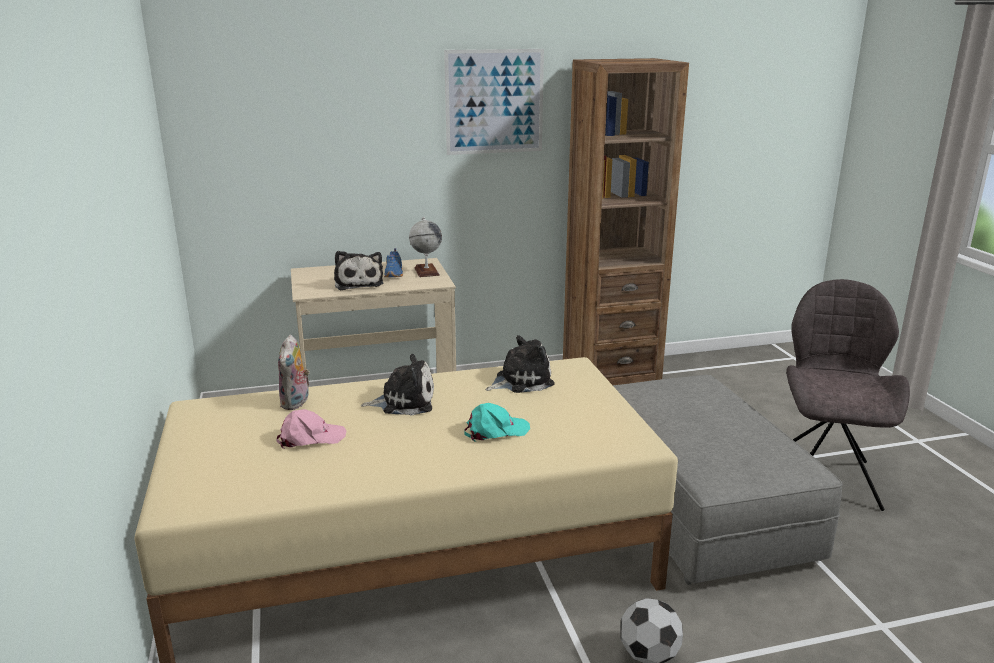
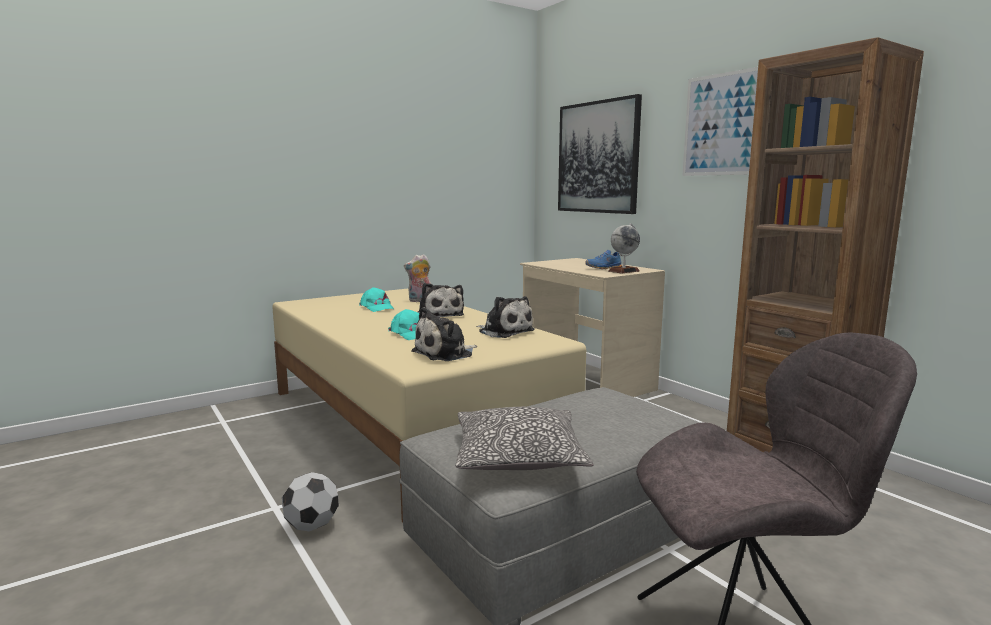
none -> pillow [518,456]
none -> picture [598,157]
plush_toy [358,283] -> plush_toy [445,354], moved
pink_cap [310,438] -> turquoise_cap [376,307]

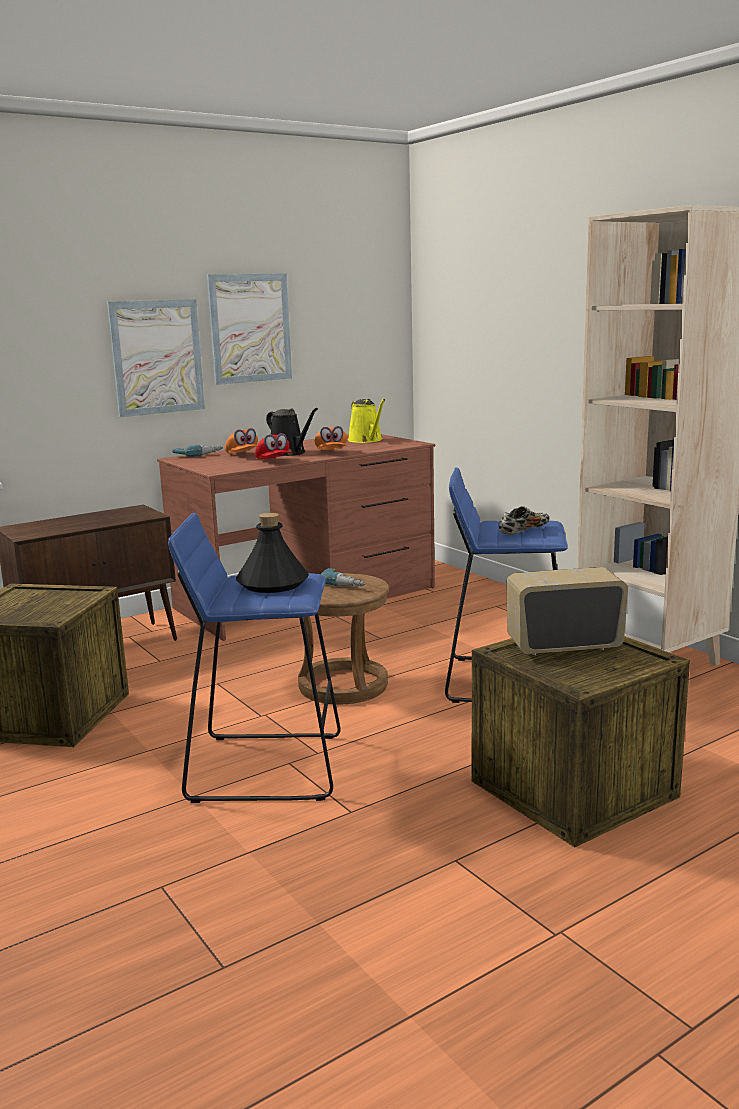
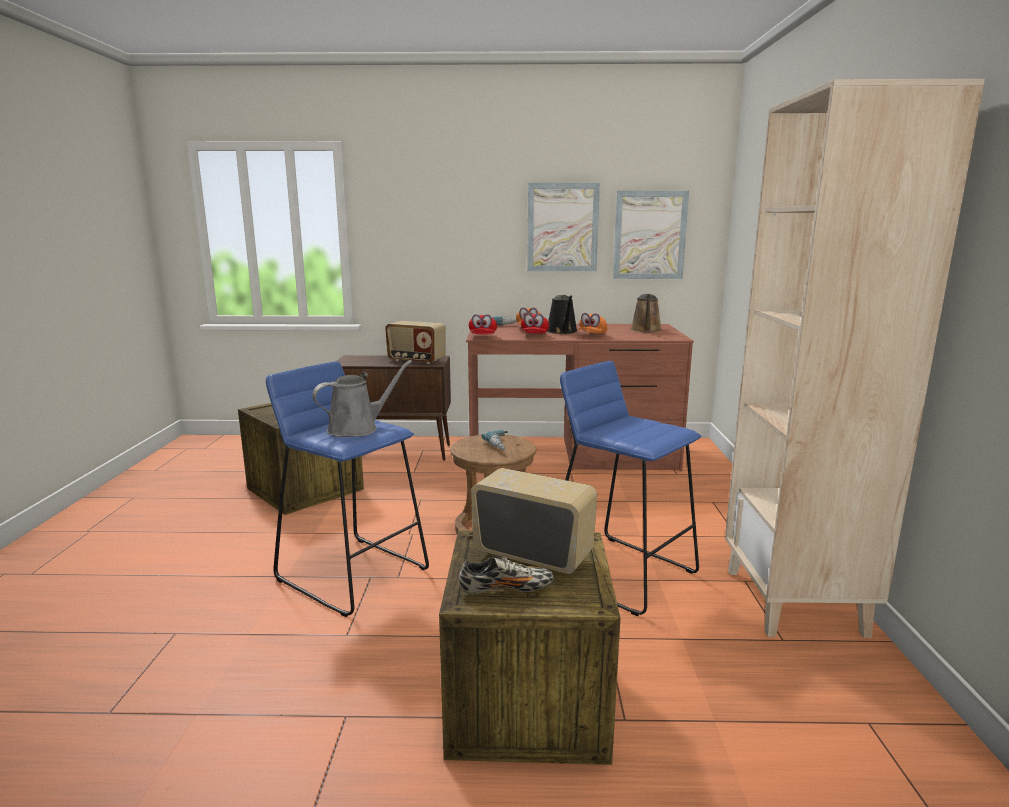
none -> radio [416,360]
none -> red_cap [482,337]
picture [157,357] -> picture [649,235], moved
shoe [524,531] -> shoe [506,590], moved
black_bottle [272,584] -> grey_watering_can [357,429]
yellow_watering_can [367,440] -> brown_watering_can [646,330]

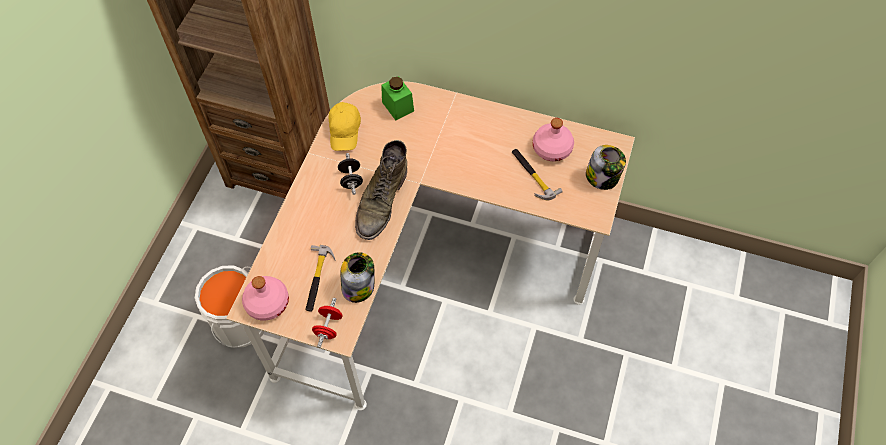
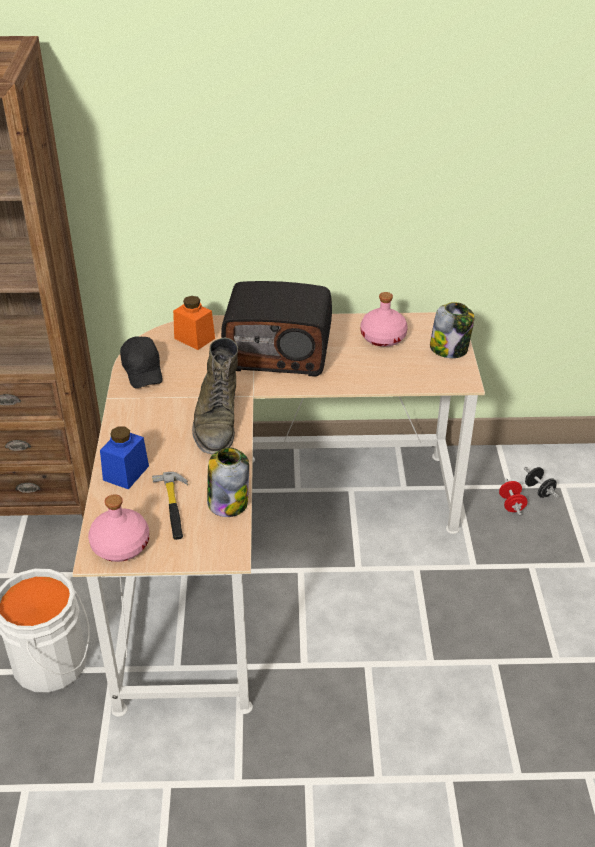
hammer [532,175] -> none
none -> blue_jar [126,473]
none -> radio [279,352]
red_dumbbell [328,327] -> red_dumbbell [511,504], moved
black_dumbbell [351,179] -> black_dumbbell [539,490], moved
yellow_cap [345,131] -> black_cap [143,370]
green_jar [398,106] -> orange_jar [194,338]

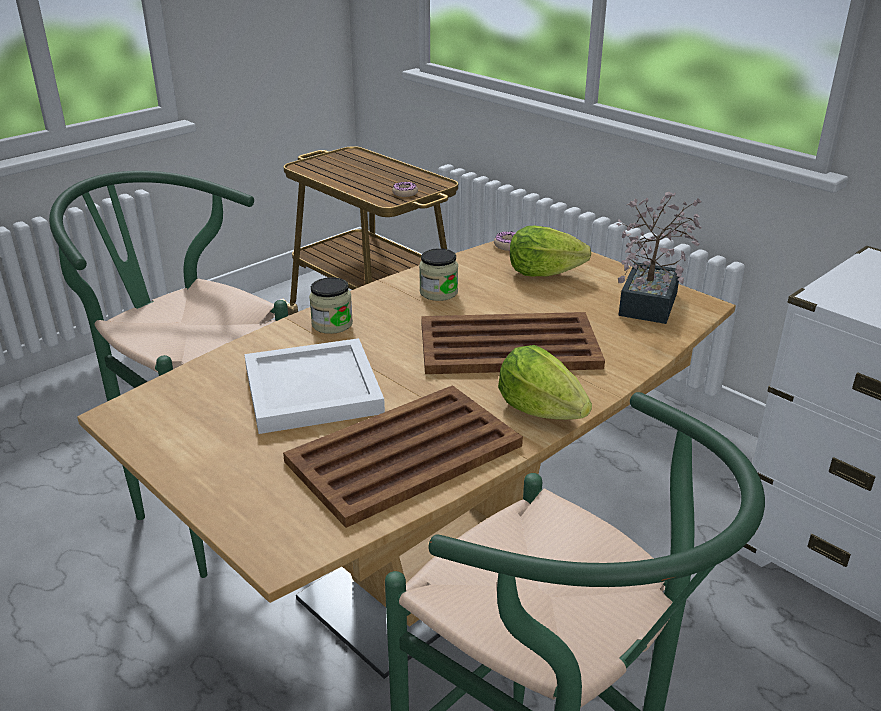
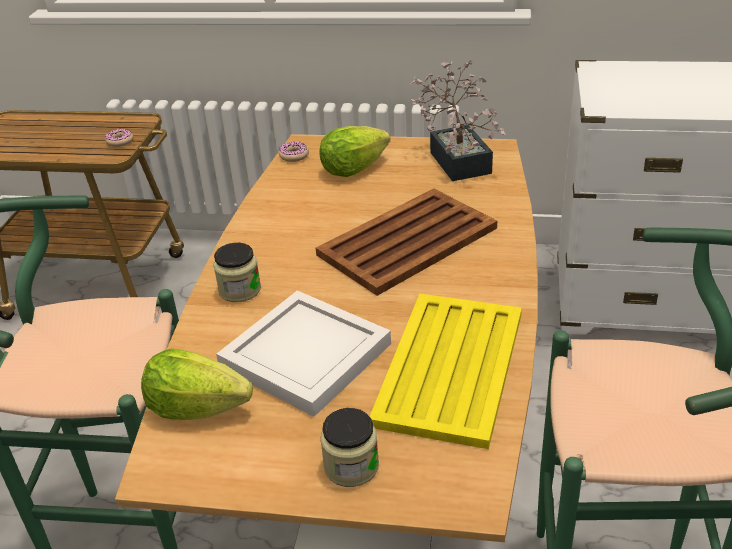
jar [438,292] -> jar [351,466], moved
lettuce [540,410] -> lettuce [197,408], moved
brown_tray [402,454] -> yellow_tray [449,369]

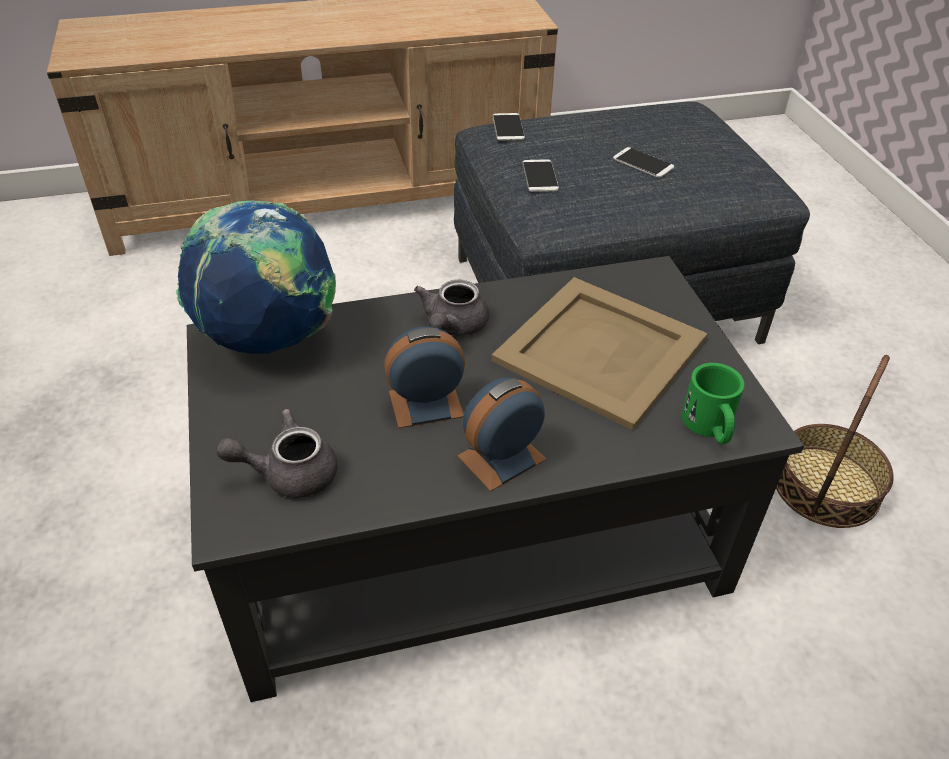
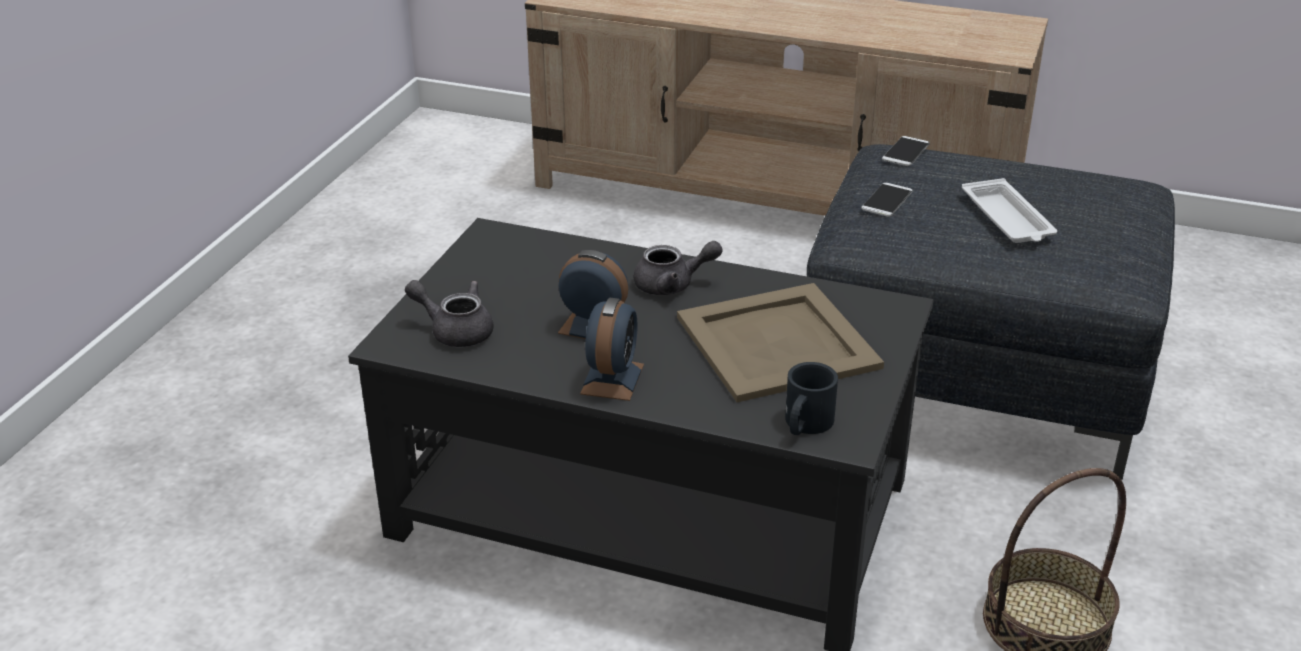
globe [270,338] -> none
phone [643,163] -> white_tray [1008,219]
green_mug [710,427] -> black_mug [805,425]
grey_teapot [452,326] -> grey_teapot [672,285], 150 degrees counterclockwise
alarm_clock [501,457] -> alarm_clock [612,379], 105 degrees clockwise

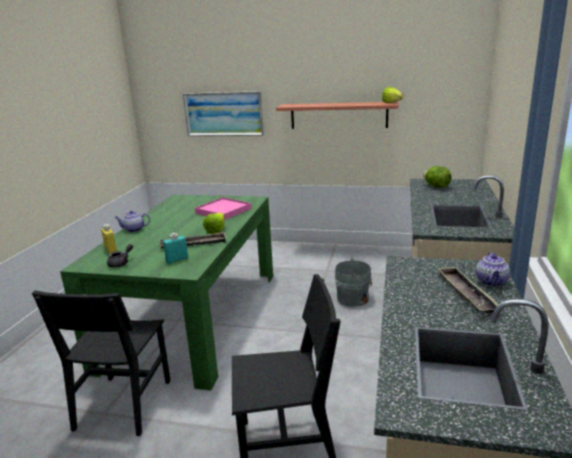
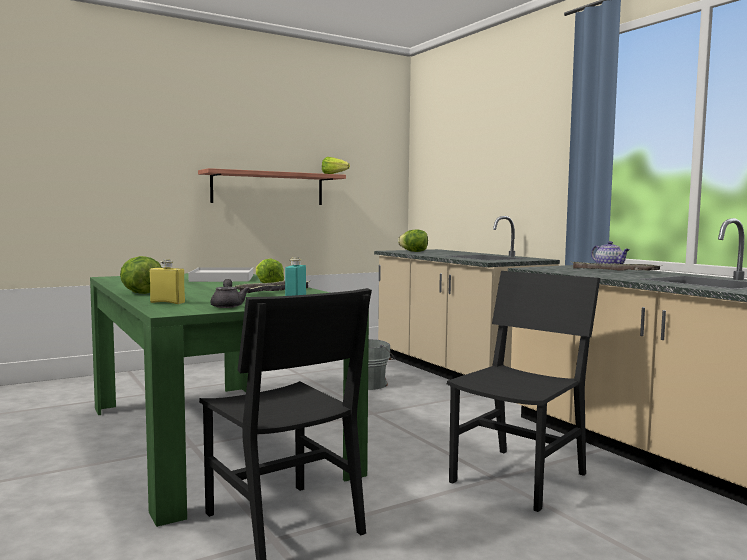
picture [224,114] -> none
teapot [133,230] -> lettuce [141,293]
pink_tray [223,211] -> white_tray [222,278]

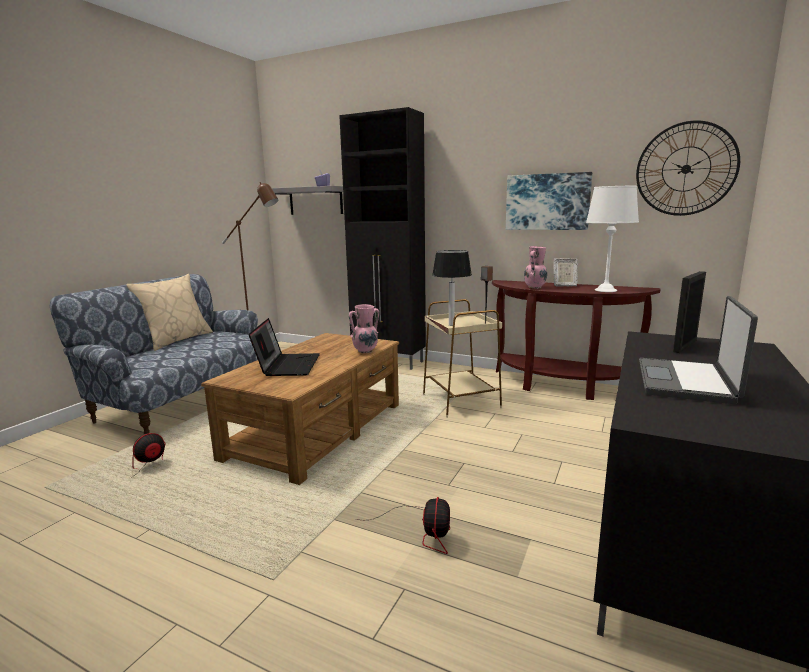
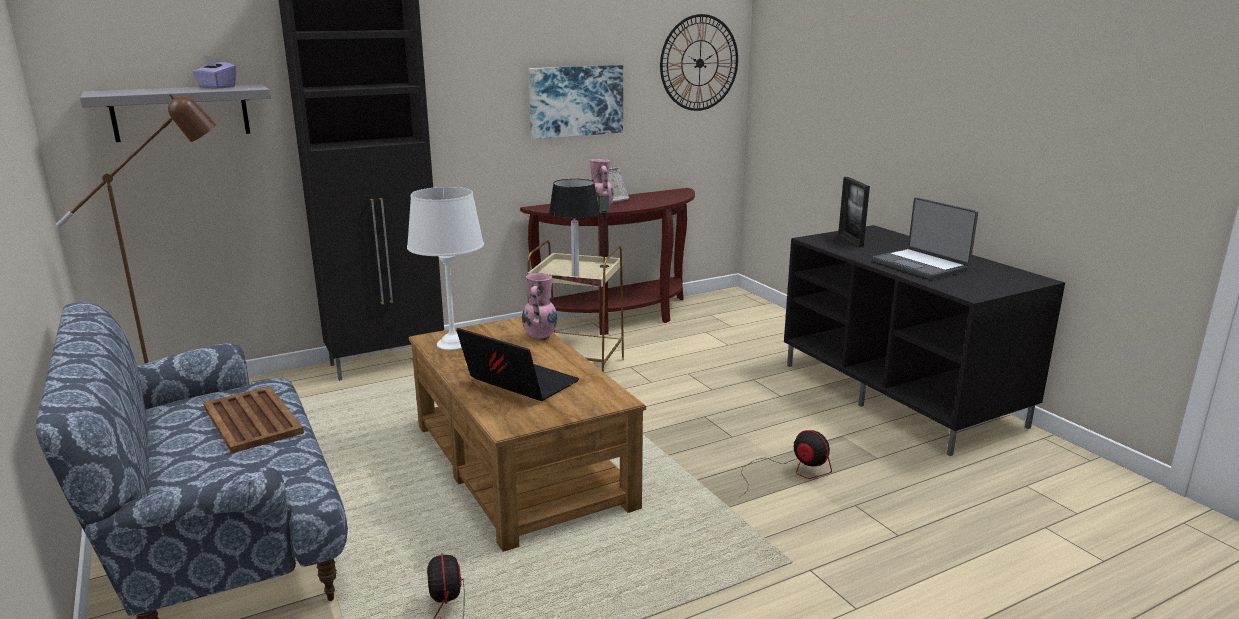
beige_pillow [177,340] -> none
none -> brown_tray [252,420]
white_table_lamp [605,290] -> white_table_lamp [453,344], moved

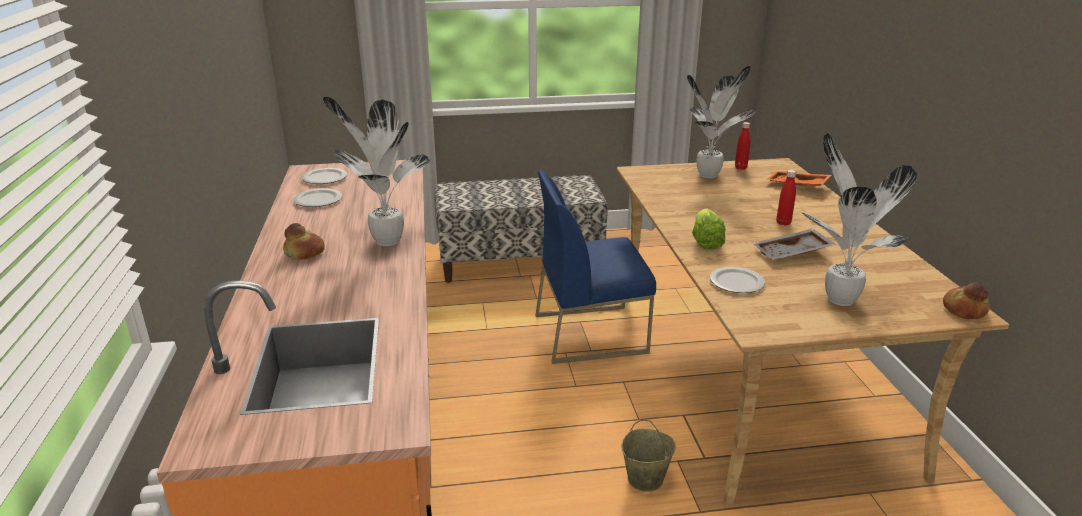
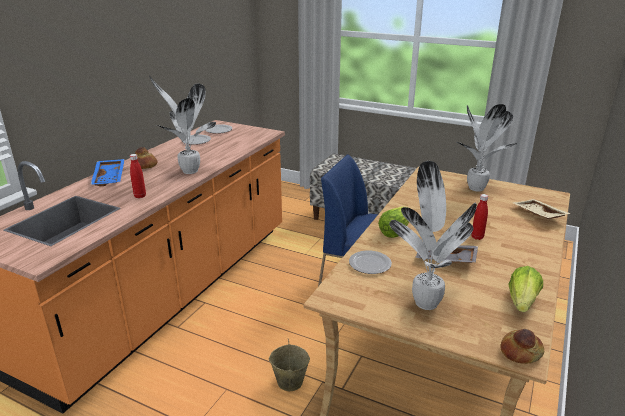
none -> blue_tray [110,177]
none -> lettuce [522,301]
red_bottle [740,168] -> red_bottle [140,196], moved
orange_tray [796,186] -> beige_tray [538,215]

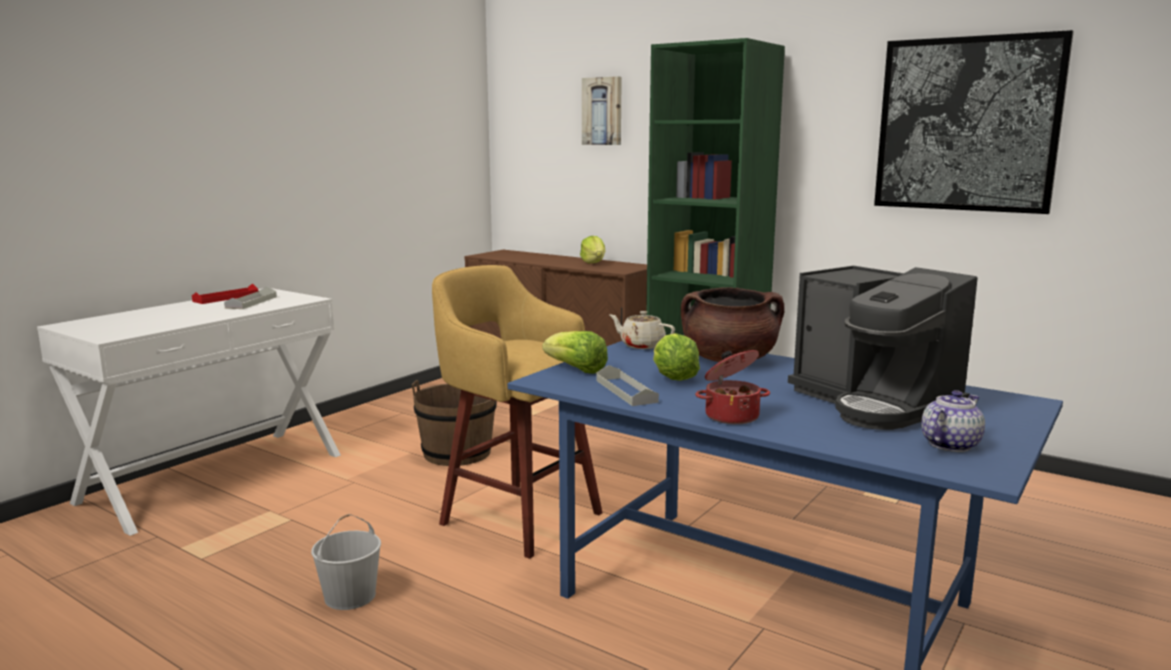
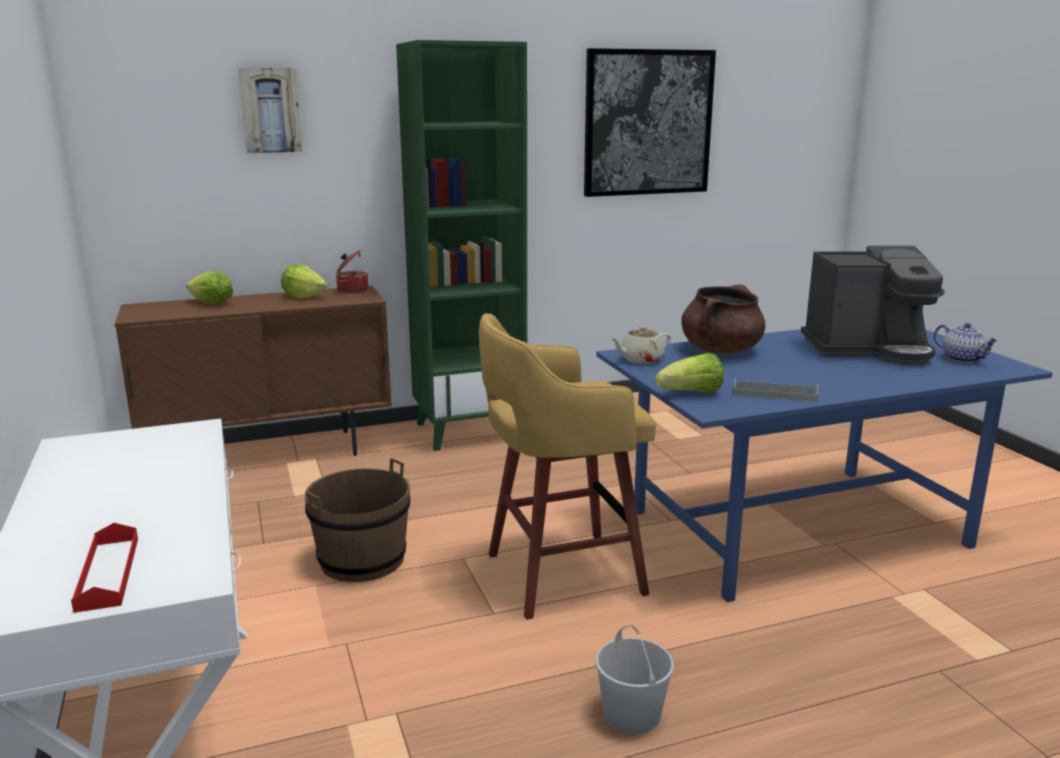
grey_tray [251,302] -> none
red_tray [226,298] -> red_tray [108,573], moved
lettuce [673,378] -> lettuce [212,303], moved
cooking_pot [731,416] -> cooking_pot [352,290], moved
teapot [949,444] -> teapot [962,359], 150 degrees clockwise

